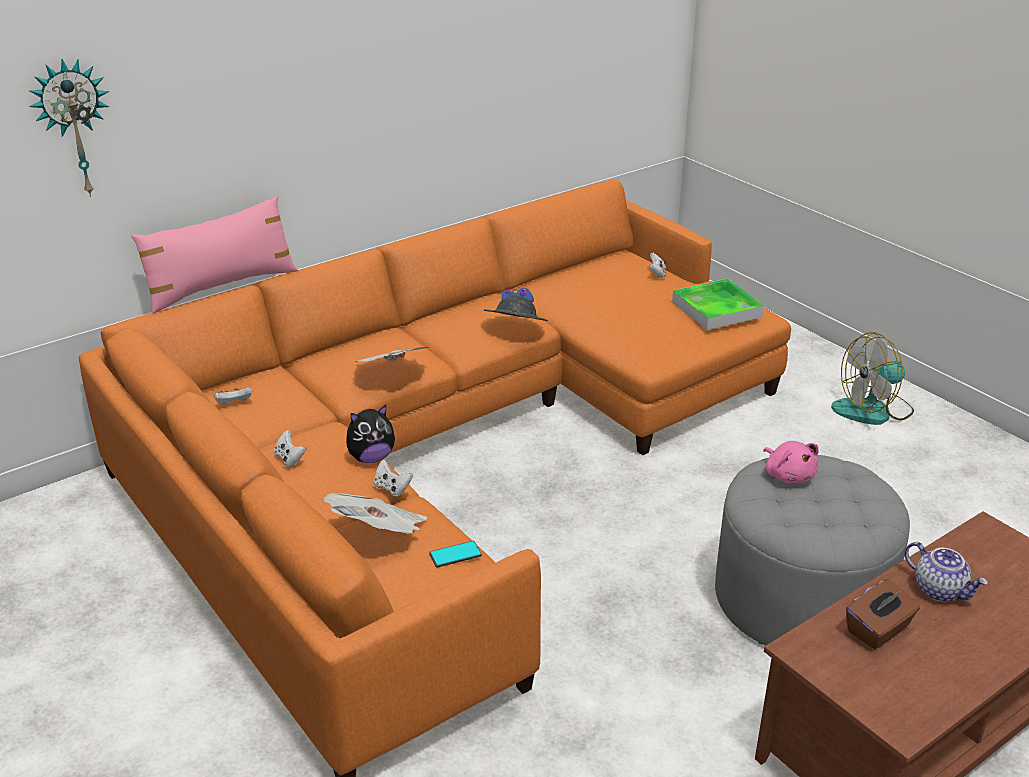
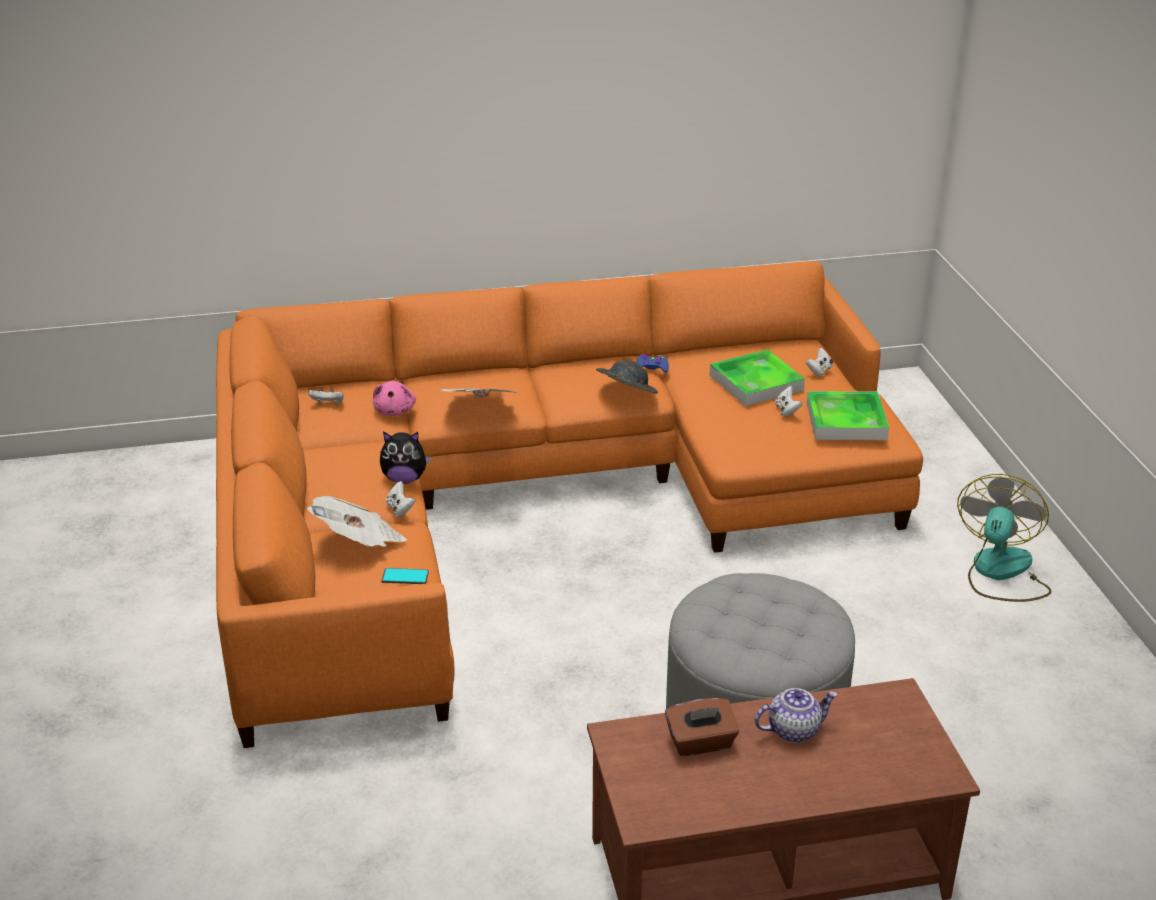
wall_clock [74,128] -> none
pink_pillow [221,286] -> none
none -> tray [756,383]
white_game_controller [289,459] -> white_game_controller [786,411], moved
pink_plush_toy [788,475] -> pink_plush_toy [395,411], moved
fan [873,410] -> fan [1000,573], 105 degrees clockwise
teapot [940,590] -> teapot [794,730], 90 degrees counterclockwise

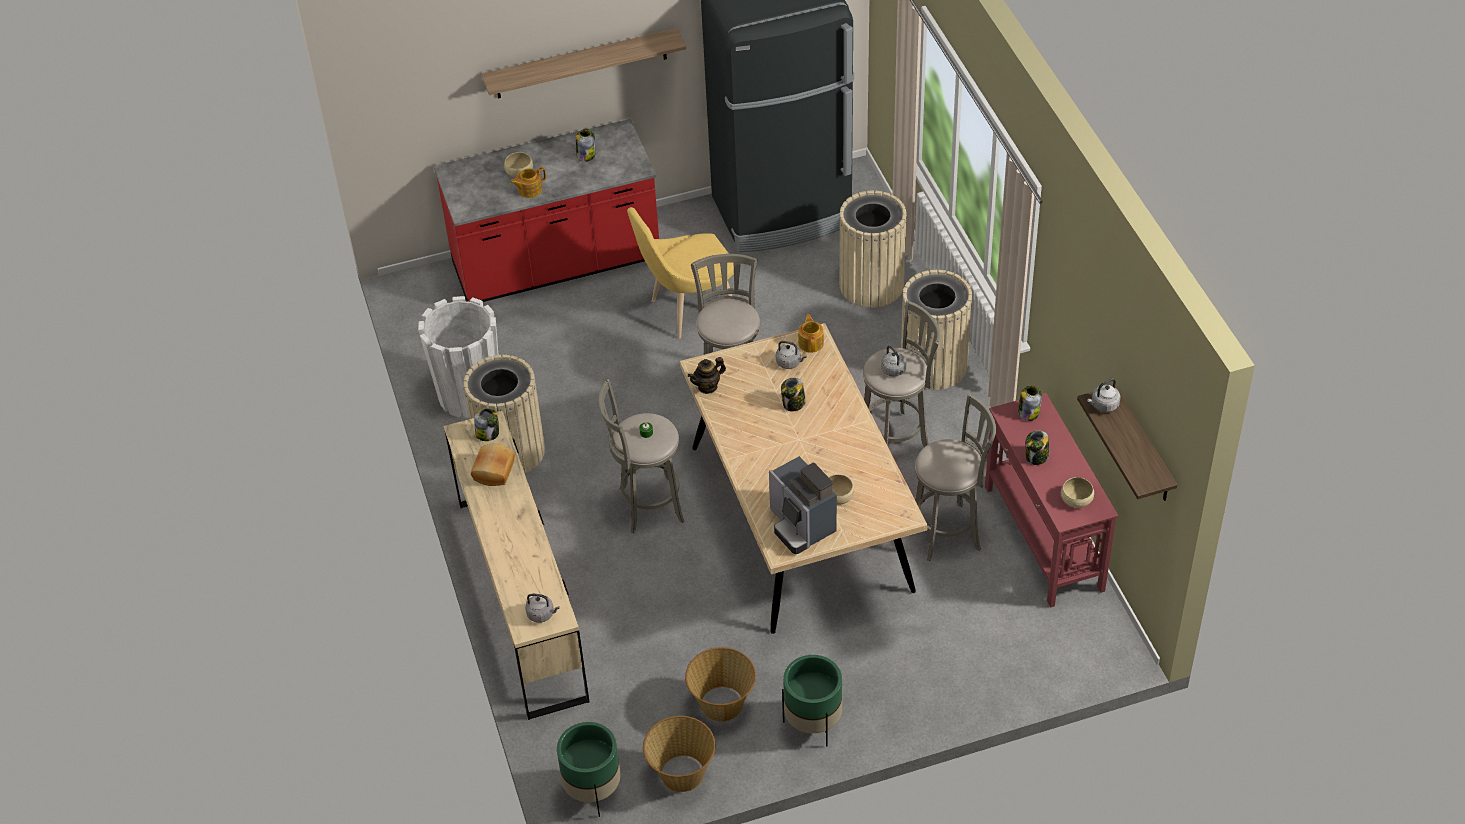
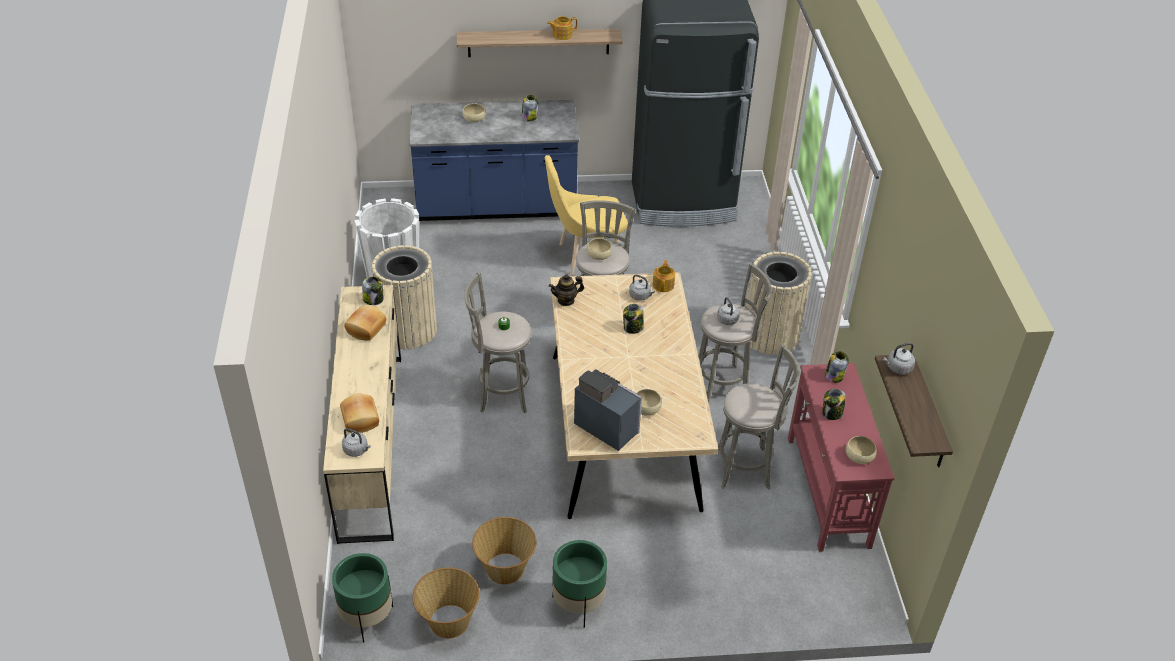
beige_trash_can [872,285] -> none
none -> bread [361,419]
none -> beige_bowl [599,255]
teapot [529,190] -> teapot [562,35], moved
red_counter [556,264] -> blue_counter [496,206]
coffee_machine [801,525] -> coffee_machine [606,425], 150 degrees clockwise

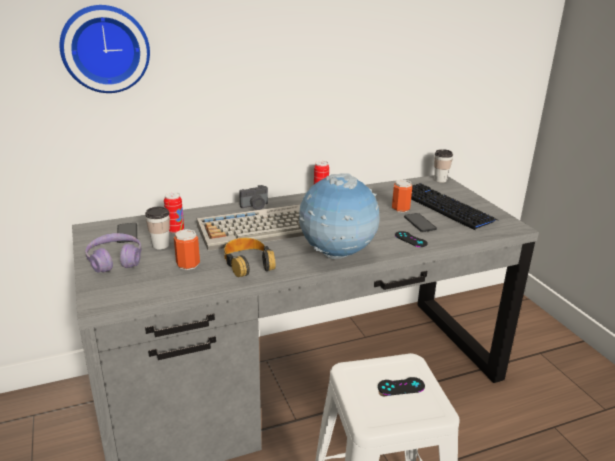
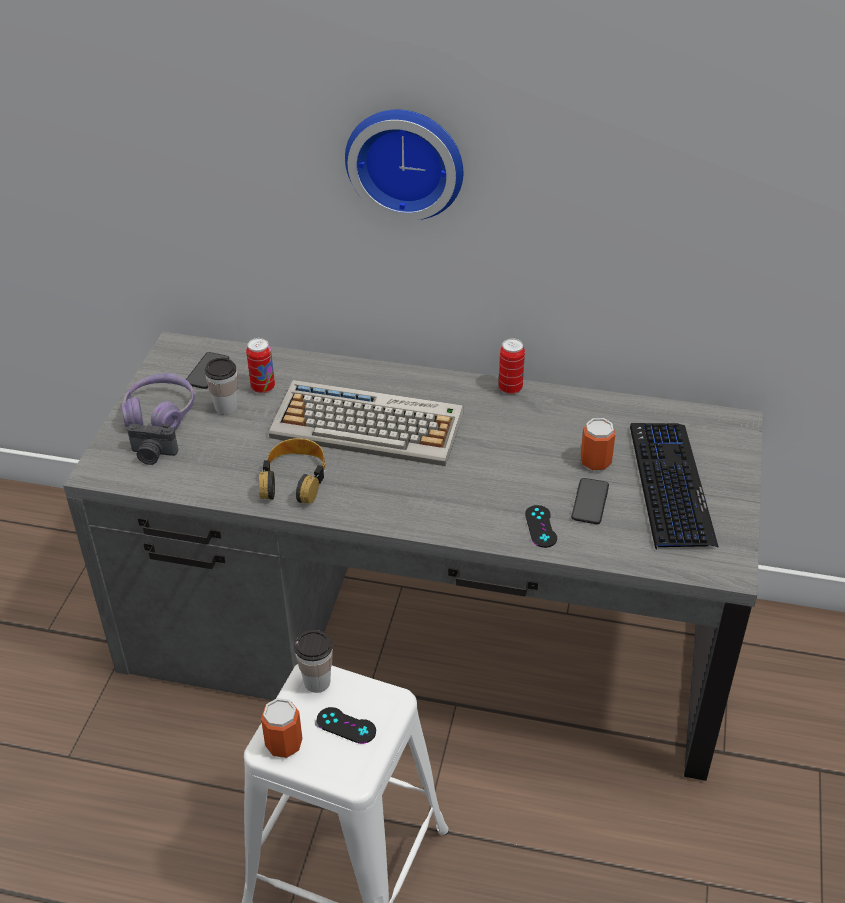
globe [337,255] -> none
wall_clock [105,49] -> wall_clock [406,160], moved
can [188,264] -> can [284,744], moved
photo_camera [255,206] -> photo_camera [153,455], moved
cup [440,180] -> cup [317,682], moved

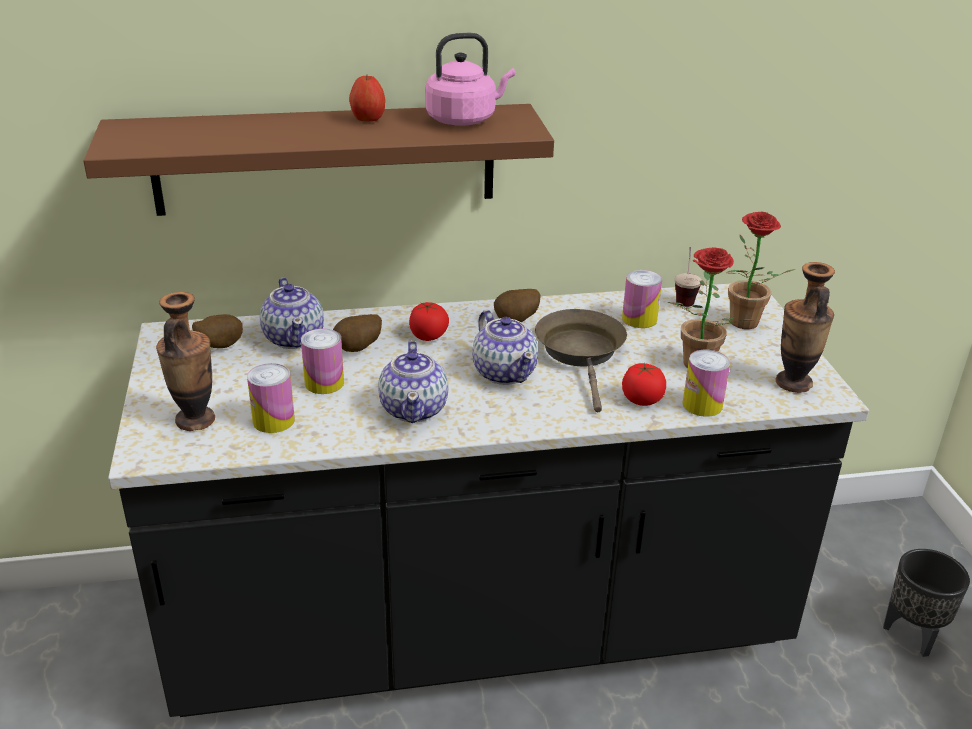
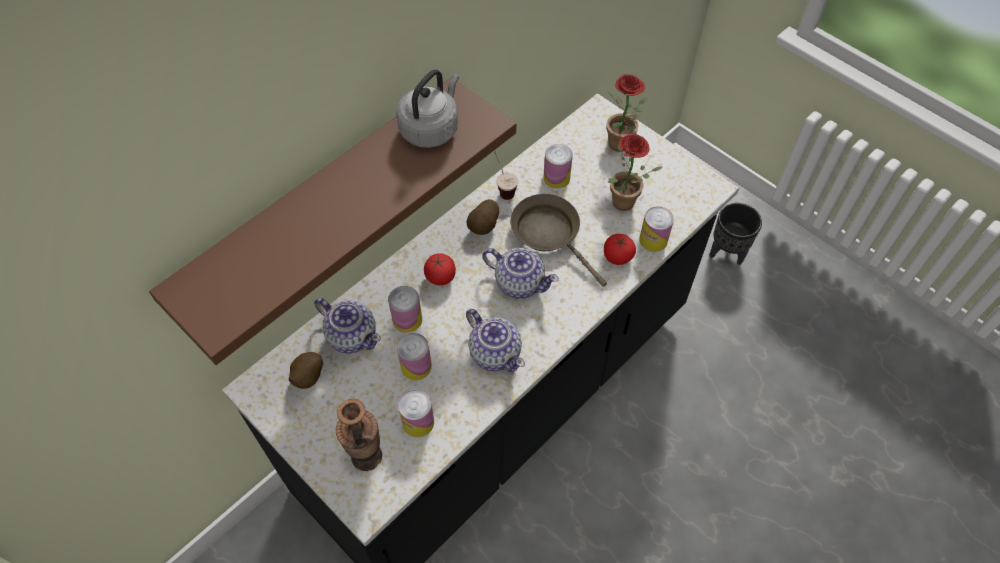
apple [368,120] -> none
vase [793,383] -> none
cup [684,297] -> cup [503,188], moved
potato [359,349] -> can [407,319]
pink_kettle [464,119] -> grey_kettle [431,129]

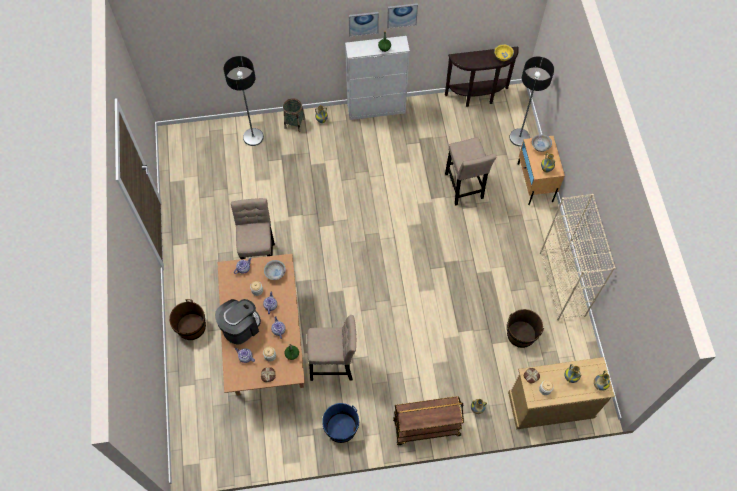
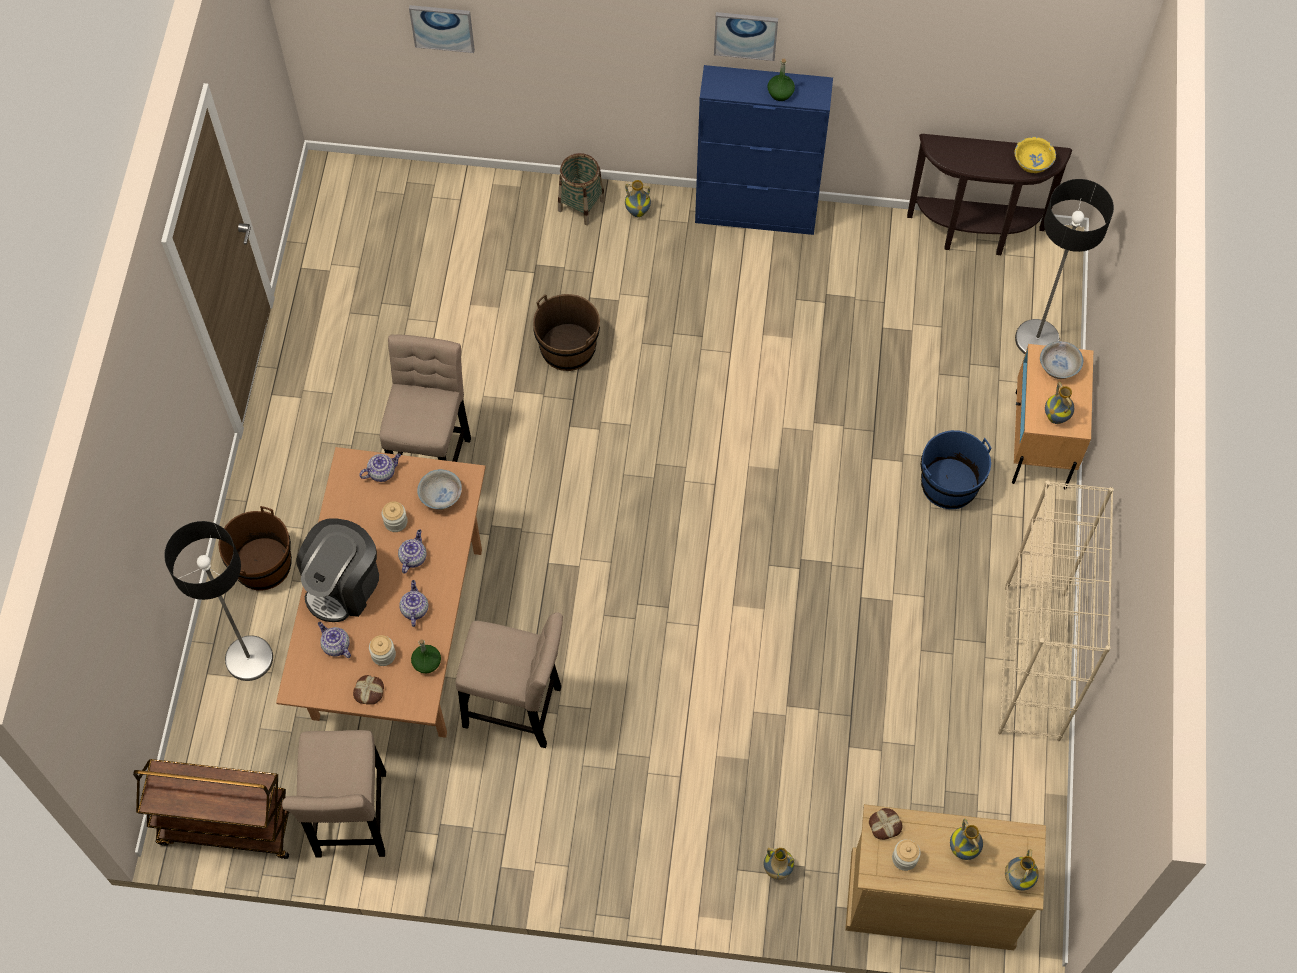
floor_lamp [253,137] -> floor_lamp [249,658], moved
blue_bucket [341,428] -> blue_bucket [949,484], moved
picture [402,15] -> picture [442,27], moved
brown_cart [426,428] -> brown_cart [227,826], moved
beige_stool [464,188] -> beige_stool [351,820], moved
brown_bucket [521,334] -> brown_bucket [568,347], moved
white_cabinet [376,109] -> blue_cabinet [756,213]
coffee_machine [240,327] -> coffee_machine [343,585], 150 degrees clockwise

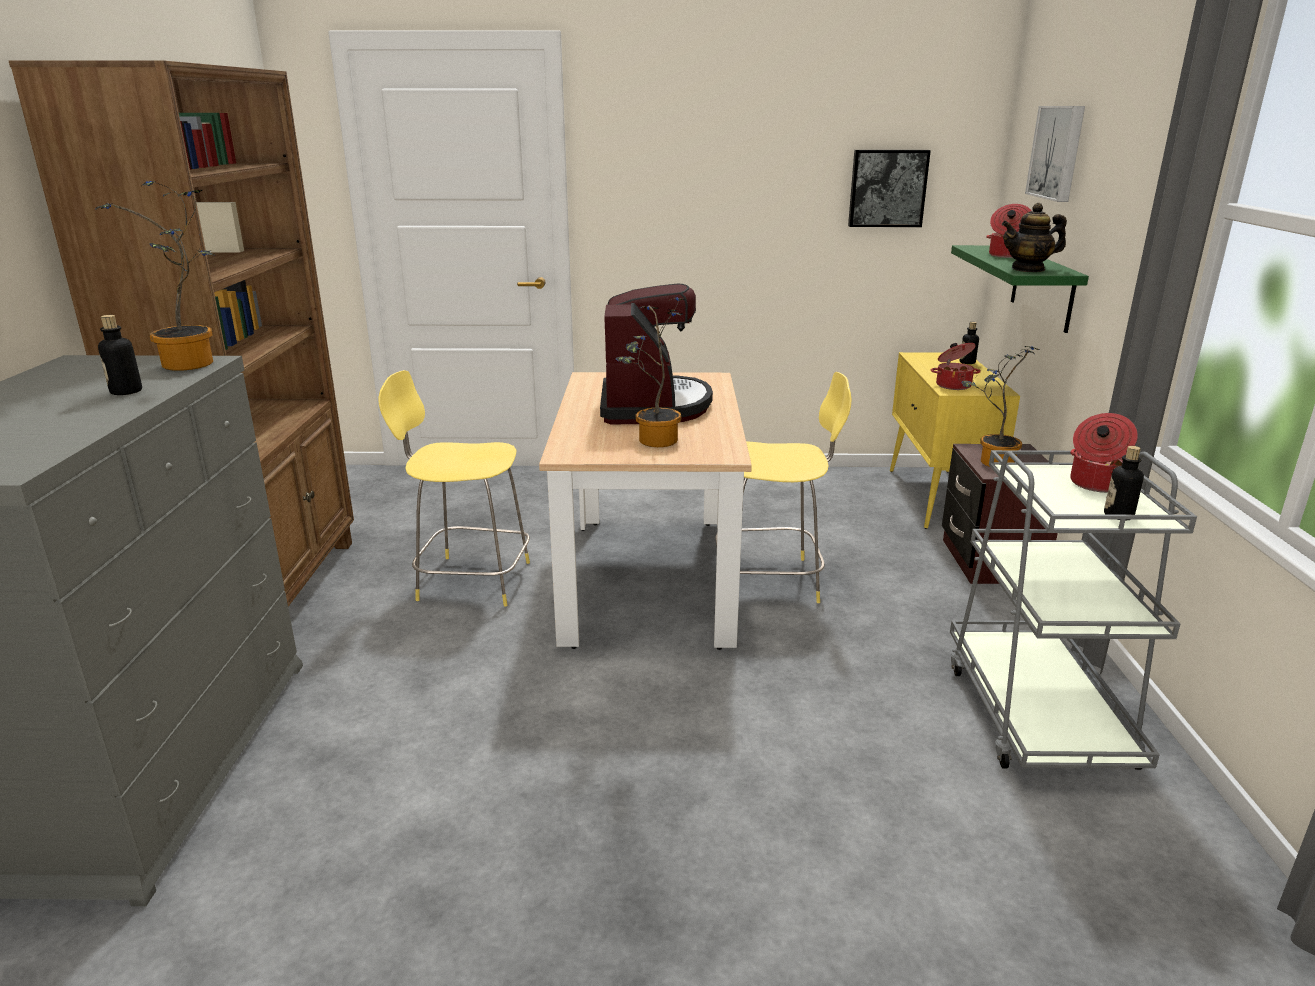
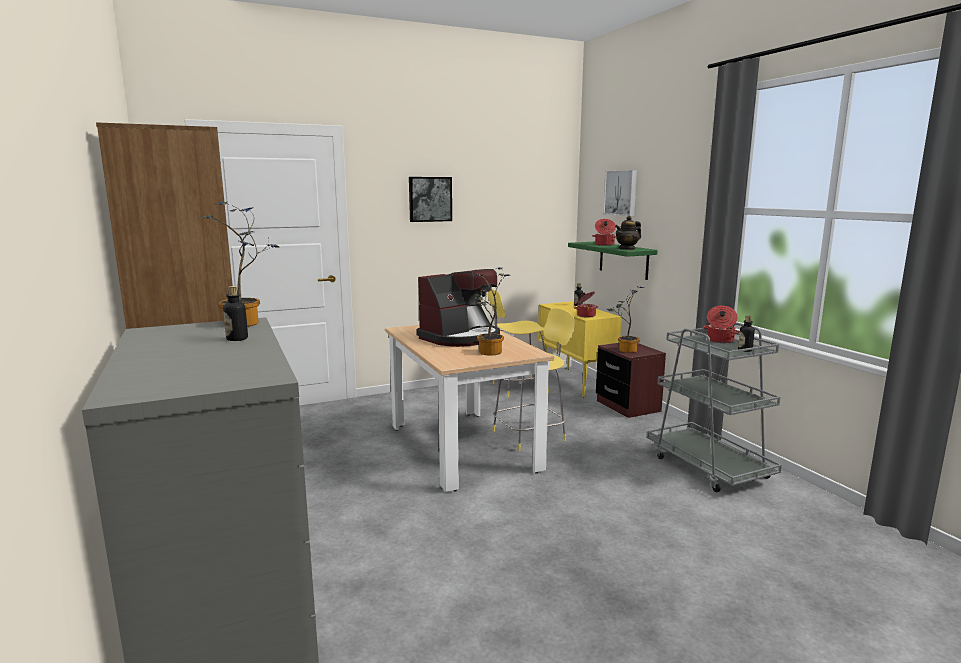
yellow_stool [470,580] -> yellow_stool [517,388], moved
picture [887,188] -> picture [430,199], moved
coffee_machine [653,406] -> coffee_machine [460,338], 75 degrees clockwise

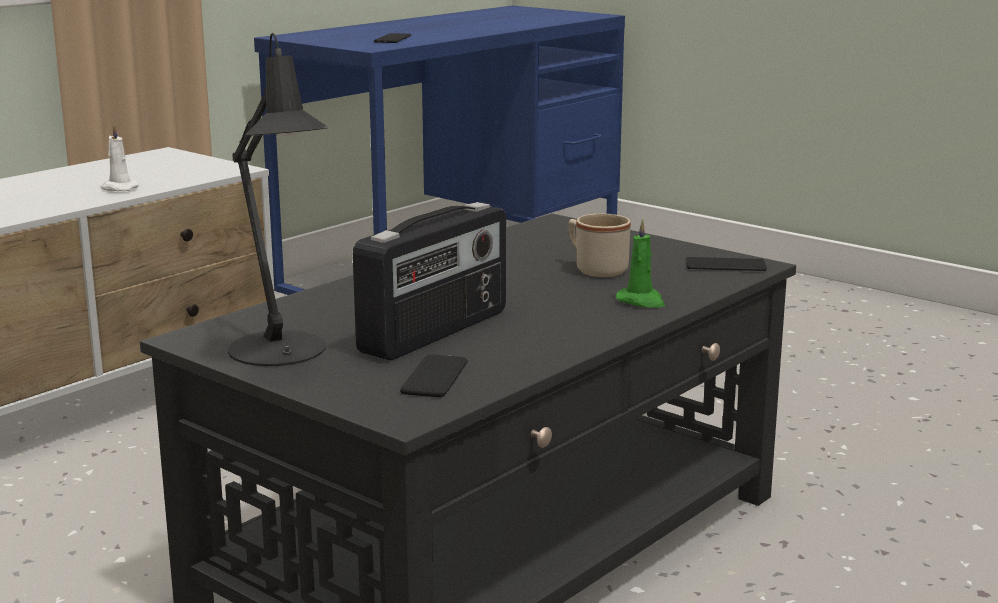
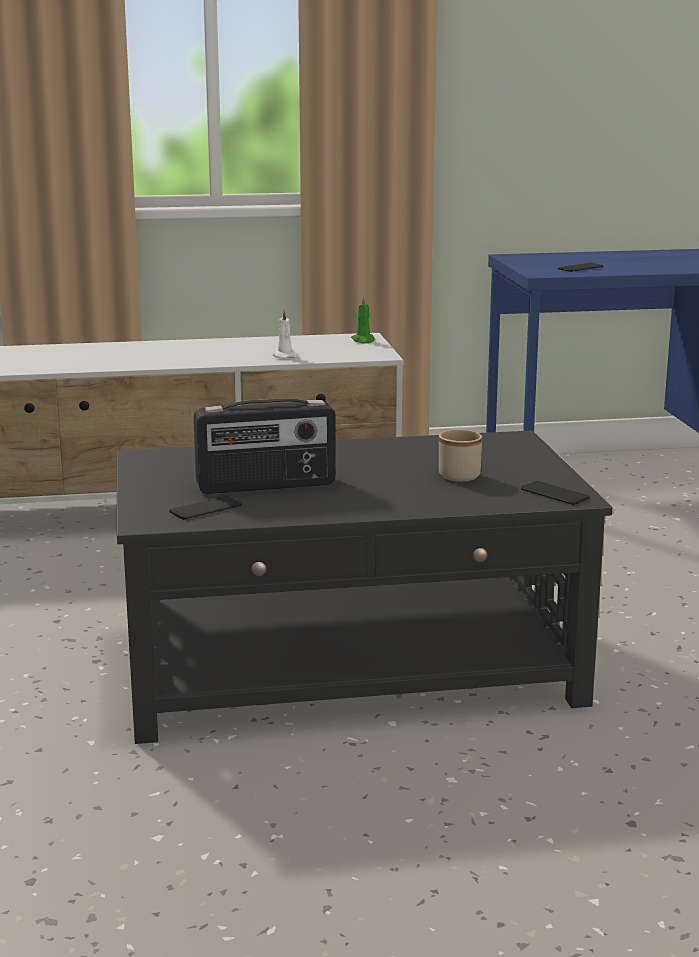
black_table_lamp [282,353] -> none
green_candle [641,301] -> green_candle [363,340], moved

